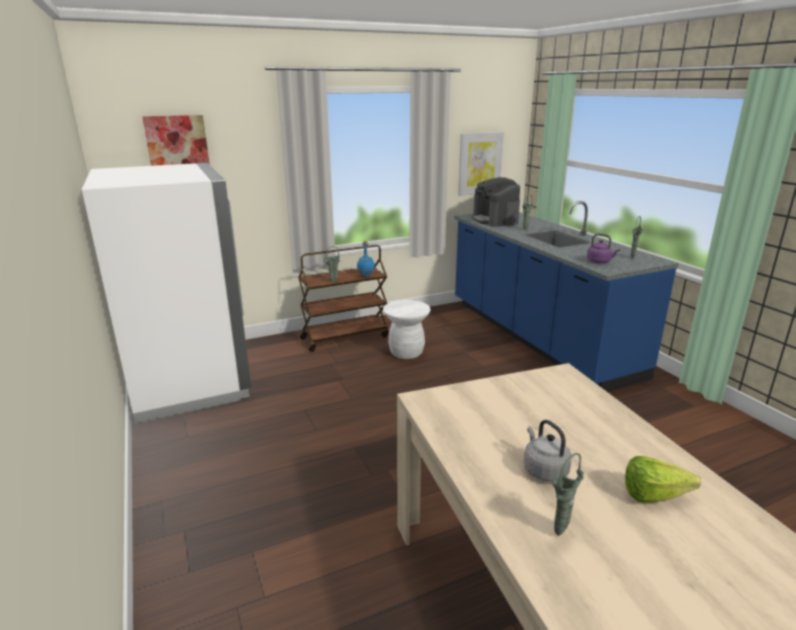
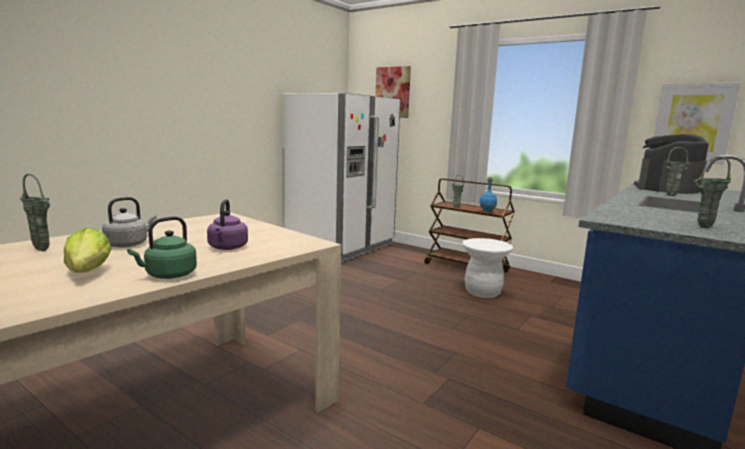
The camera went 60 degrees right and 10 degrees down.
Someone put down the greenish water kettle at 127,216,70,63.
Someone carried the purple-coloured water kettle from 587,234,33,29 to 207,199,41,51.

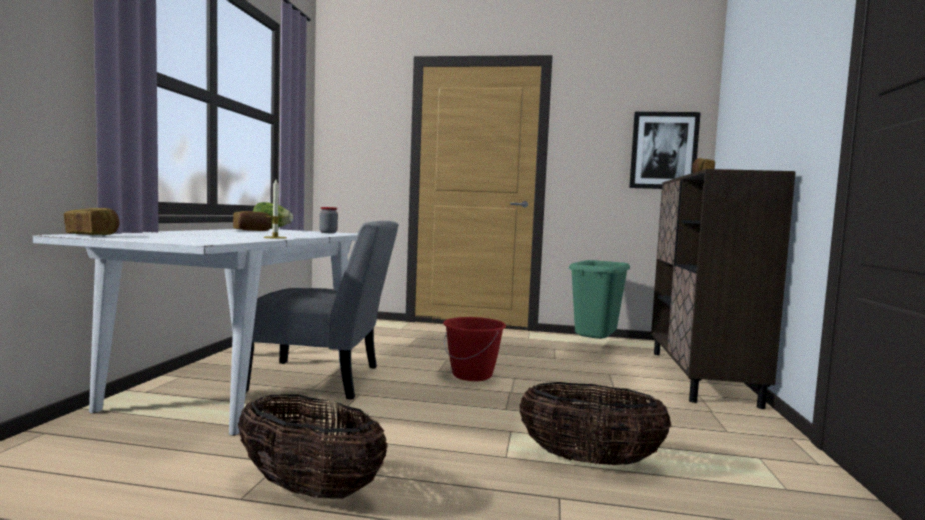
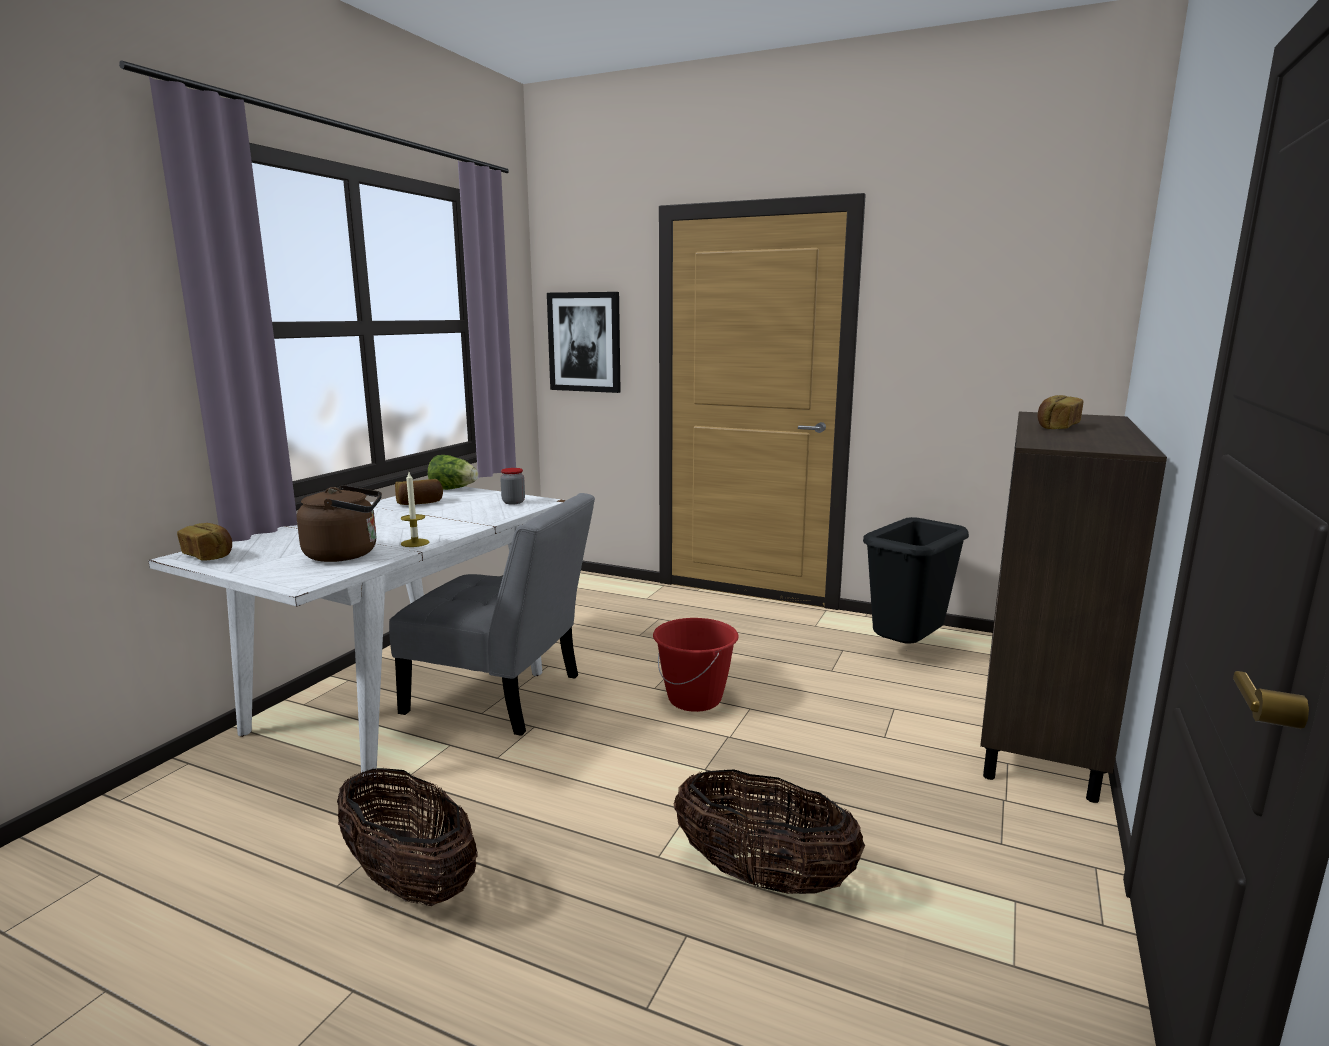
The camera went 15 degrees right and 10 degrees up.
Someone put down the brown-coloured water kettle at 297,485,85,77.
Someone carried the wall art from 629,112,72,77 to 547,292,74,101.
Someone repainted the greenish waste bin at 569,260,61,79, which became the black waste bin at 863,517,106,127.

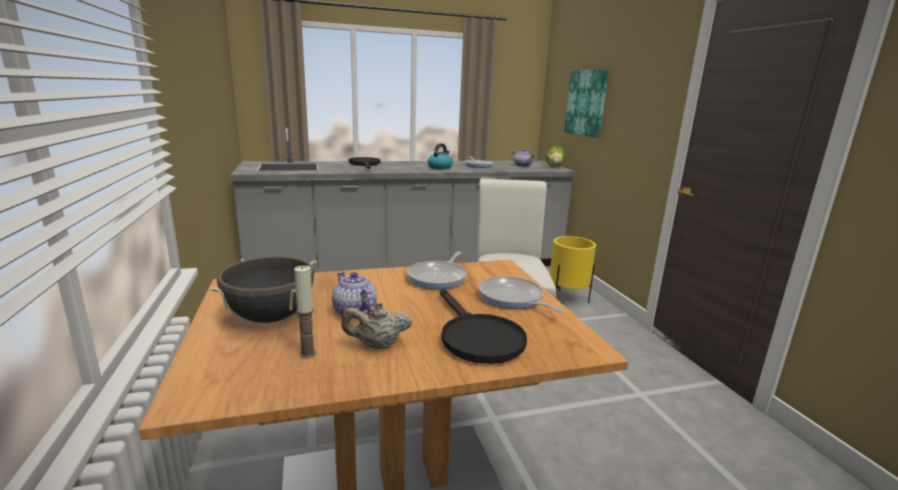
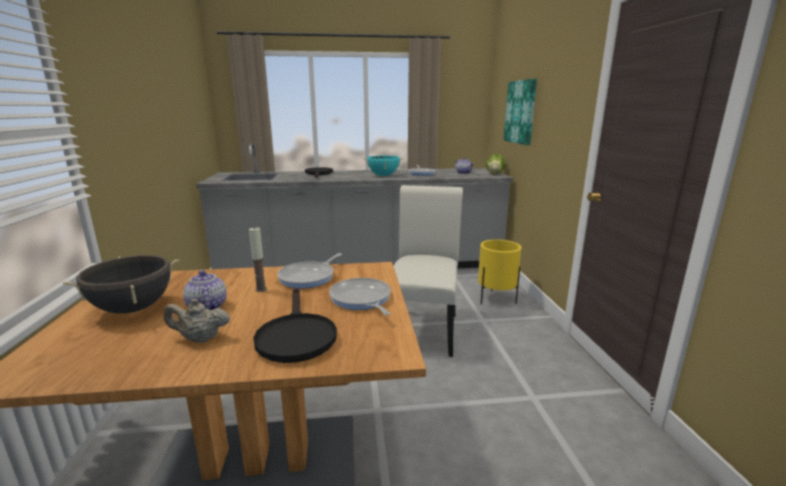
The camera went 10 degrees right and 0 degrees up.
Someone carried the wax light from 294,265,22,93 to 249,227,18,65.
Someone swapped the water kettle at 428,143,25,26 for the turquoise-coloured stockpot at 363,155,41,21.

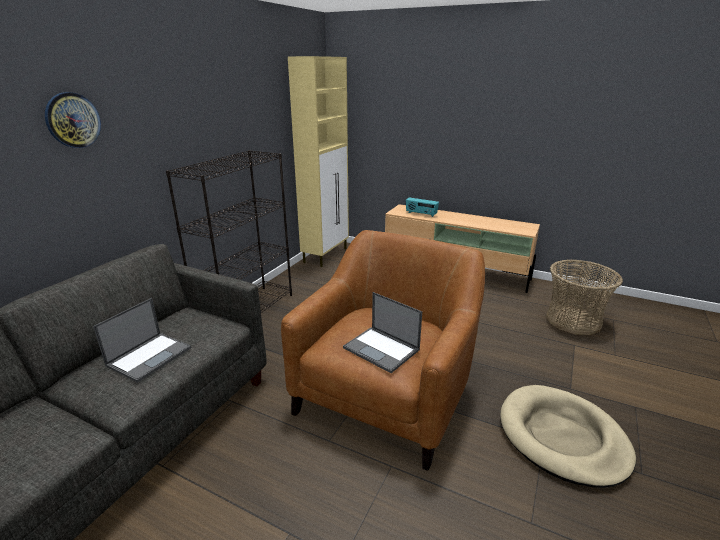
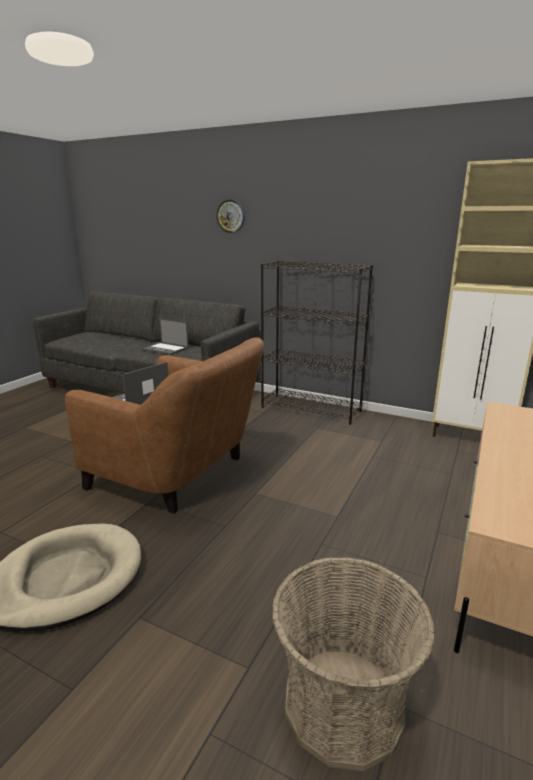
The camera went 90 degrees right and 5 degrees down.
Someone took away the radio at 406,197,33,20.

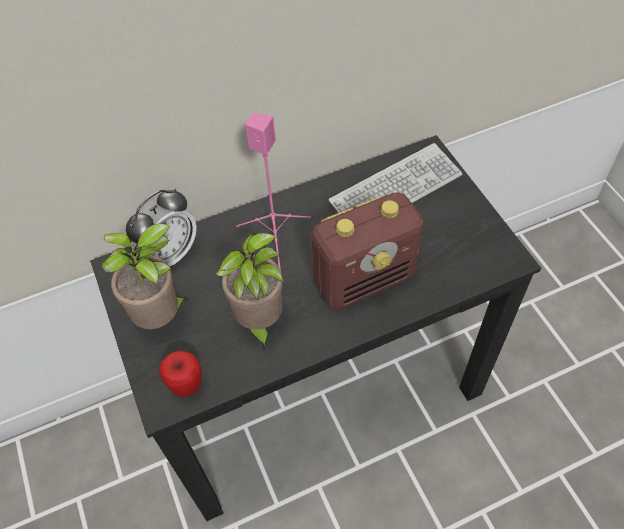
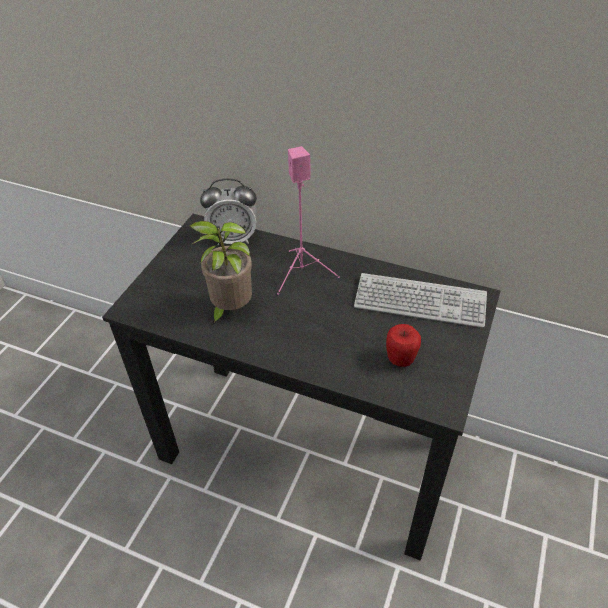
The camera went 45 degrees right and 10 degrees down.
Someone carried the apple fruit from 159,351,43,46 to 386,324,35,43.
Someone took away the plant in a pot at 101,223,87,106.
Someone took away the radio at 311,193,113,117.

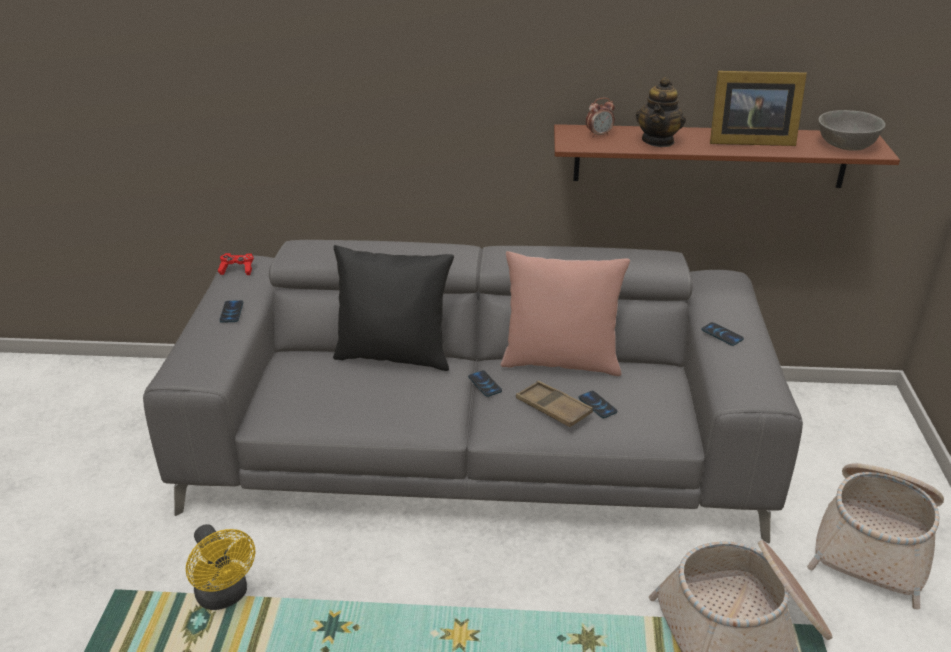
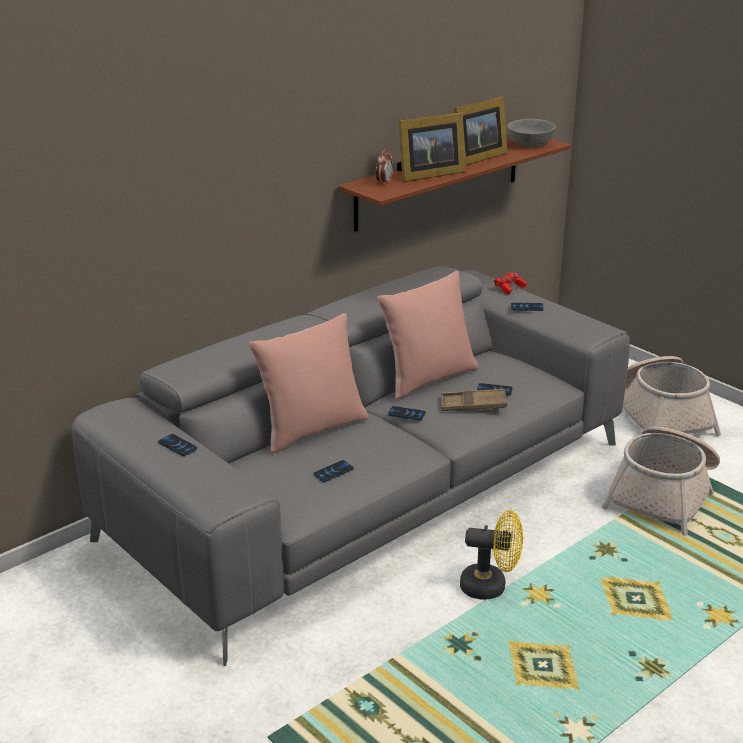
The camera went 45 degrees left and 5 degrees down.
Someone repainted the black pillow at 333,245,121,126, which became the pink-coloured pillow at 249,313,120,140.
Someone put down the handset at 314,460,40,22.
Someone swapped the teapot at 636,77,50,70 for the photo frame at 397,112,69,70.
Someone carried the yellow electric fan from 186,524,69,86 to 460,510,63,90.
Someone carried the red-coloured gamepad from 218,253,36,22 to 494,272,33,22.

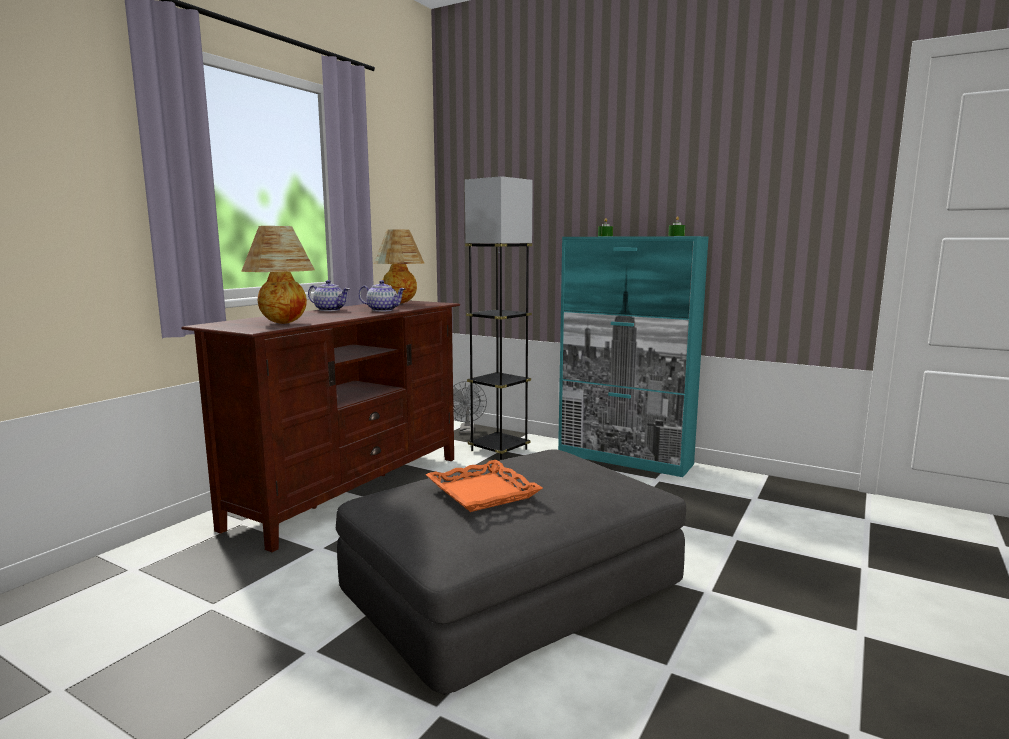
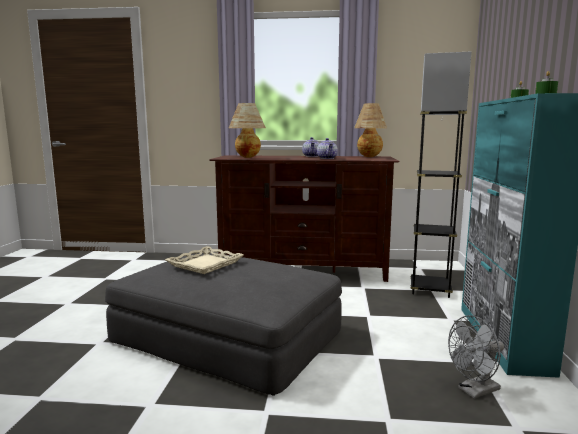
The camera went 65 degrees right and 0 degrees up.
Someone repainted the orange carrying tray at 426,460,117,52, which became the beige-coloured carrying tray at 165,246,79,28.
Someone carried the grey electric fan from 453,381,34,52 to 448,315,56,84.

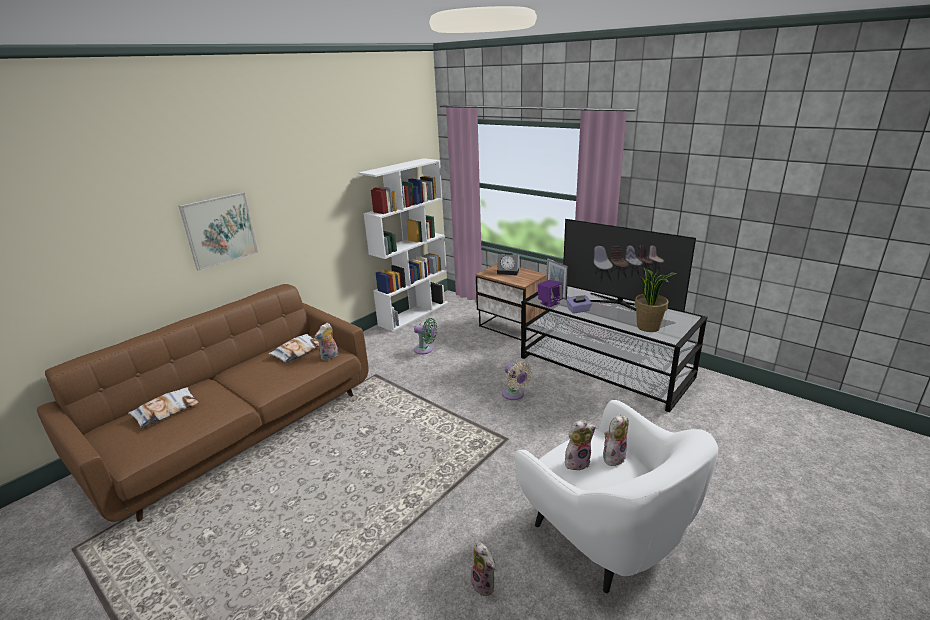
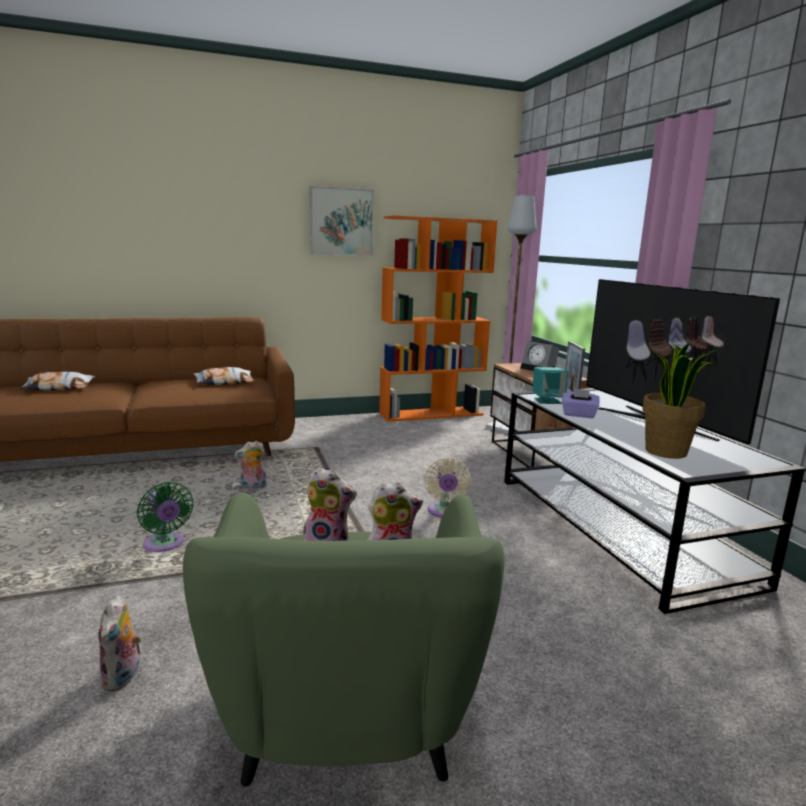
The camera went 30 degrees right and 10 degrees down.
Someone carried the greenish electric fan from 414,318,23,36 to 137,482,57,70.
Someone repainted the white-coloured easy chair at 514,400,204,193, which became the greenish easy chair at 183,493,322,293.
Someone carried the soft toy from 315,323,23,38 to 234,441,33,49.
Someone carried the wall art from 179,192,79,79 to 309,186,65,70.
Someone repainted the white-coloured shelving unit at 358,158,91,174, which became the orange shelving unit at 379,216,118,206.
Someone put down the grey standard lamp at 486,196,51,238.
Someone repainted the purple-coloured speaker at 538,280,25,27, which became the turquoise-coloured speaker at 532,367,36,37.

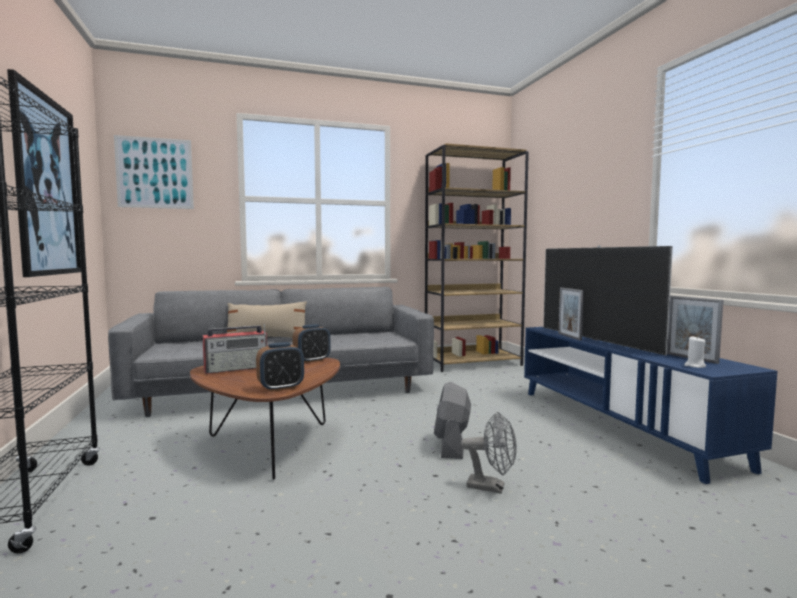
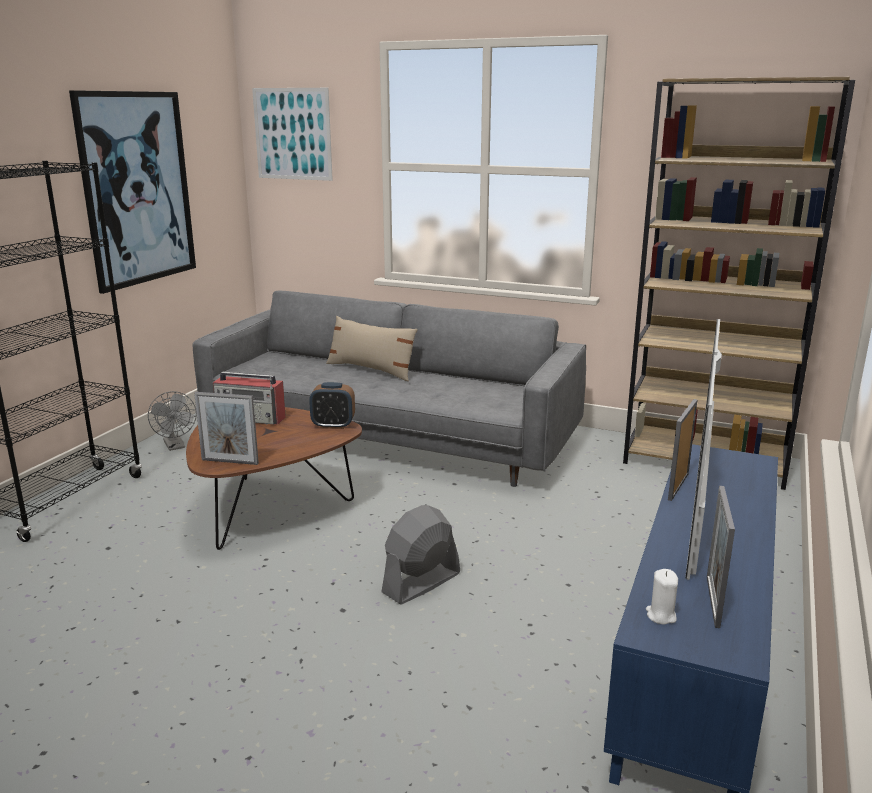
The camera went 40 degrees right and 15 degrees up.
Someone carried the grey electric fan from 461,412,56,82 to 148,391,49,60.
Someone swapped the alarm clock at 256,342,48,50 for the photo frame at 194,392,65,73.

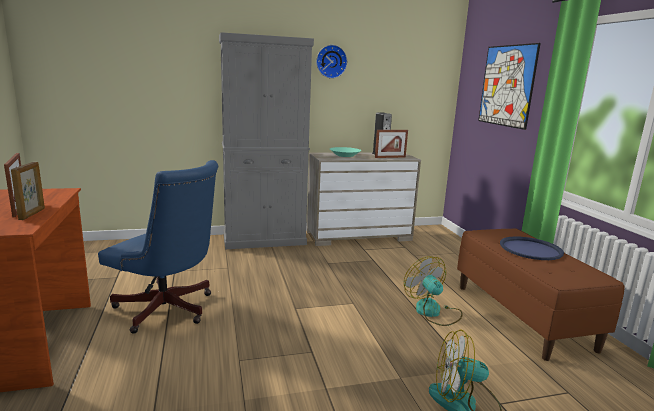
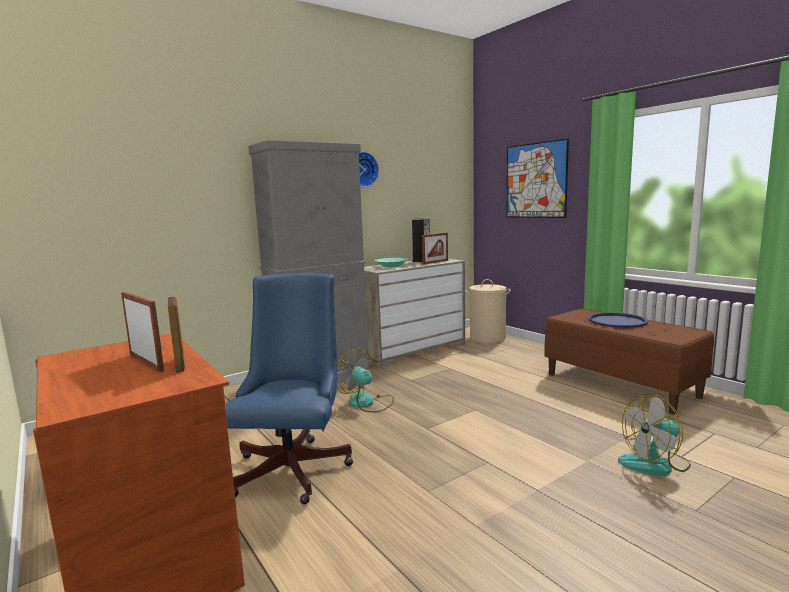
The camera went 20 degrees left and 5 degrees down.
Someone rotated the blue-coloured desk chair at 98,160,120,174 by 90 degrees counterclockwise.
Someone carried the electric fan from 404,256,59,70 to 337,348,57,64.
Someone put down the beige-coloured hamper at 465,279,46,64.

